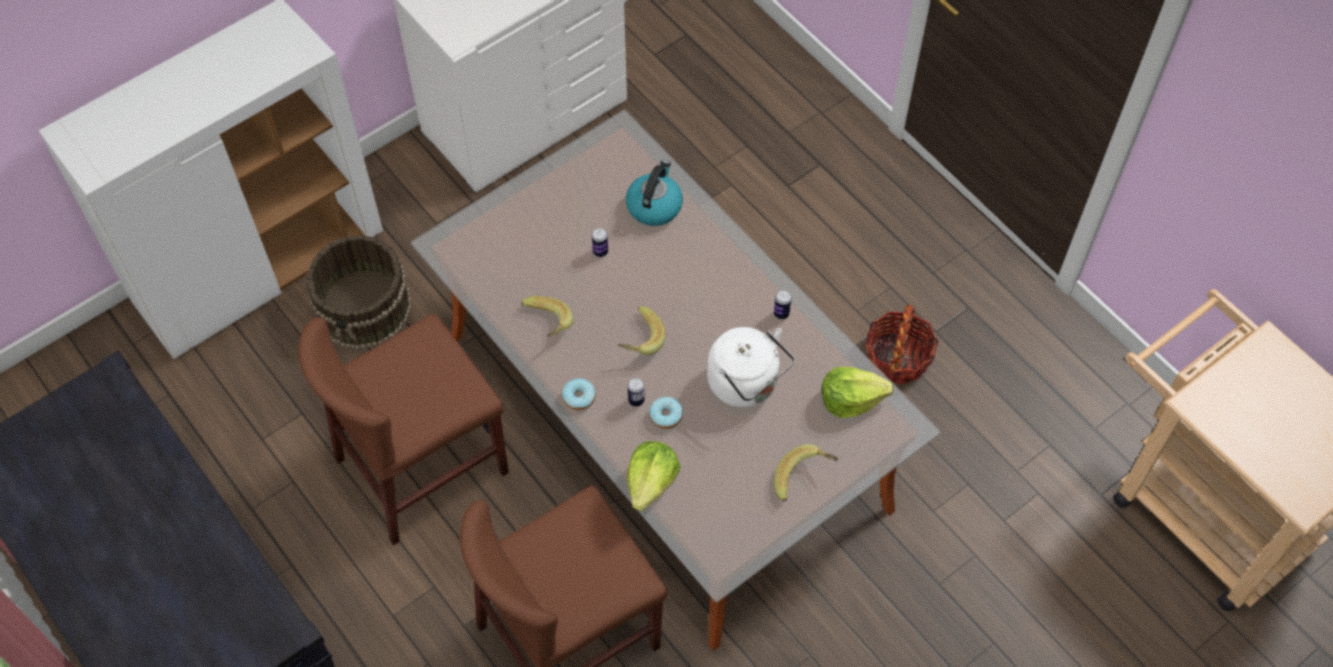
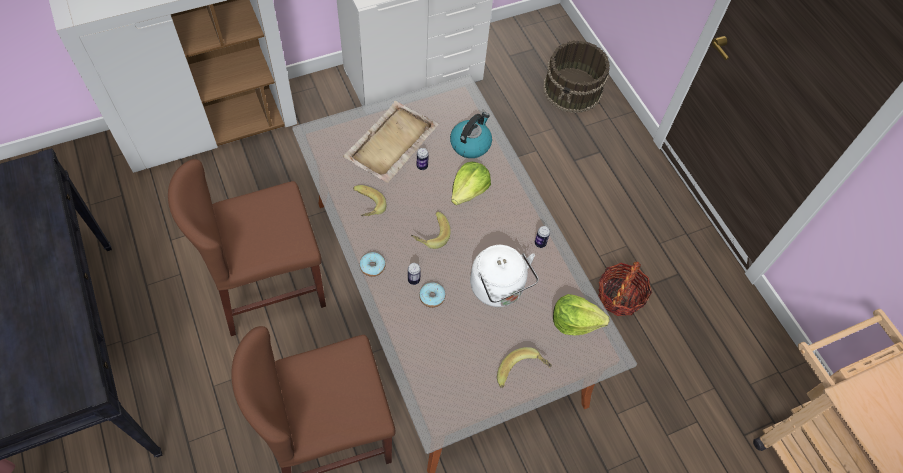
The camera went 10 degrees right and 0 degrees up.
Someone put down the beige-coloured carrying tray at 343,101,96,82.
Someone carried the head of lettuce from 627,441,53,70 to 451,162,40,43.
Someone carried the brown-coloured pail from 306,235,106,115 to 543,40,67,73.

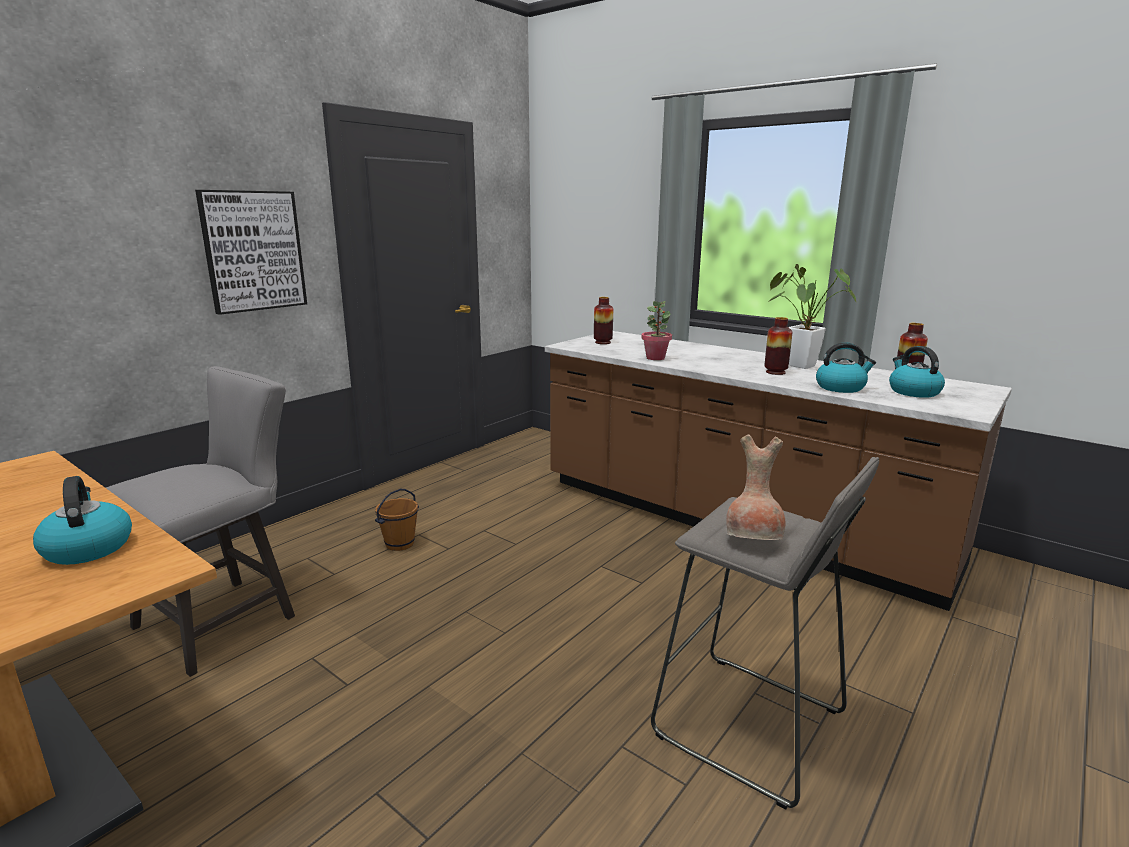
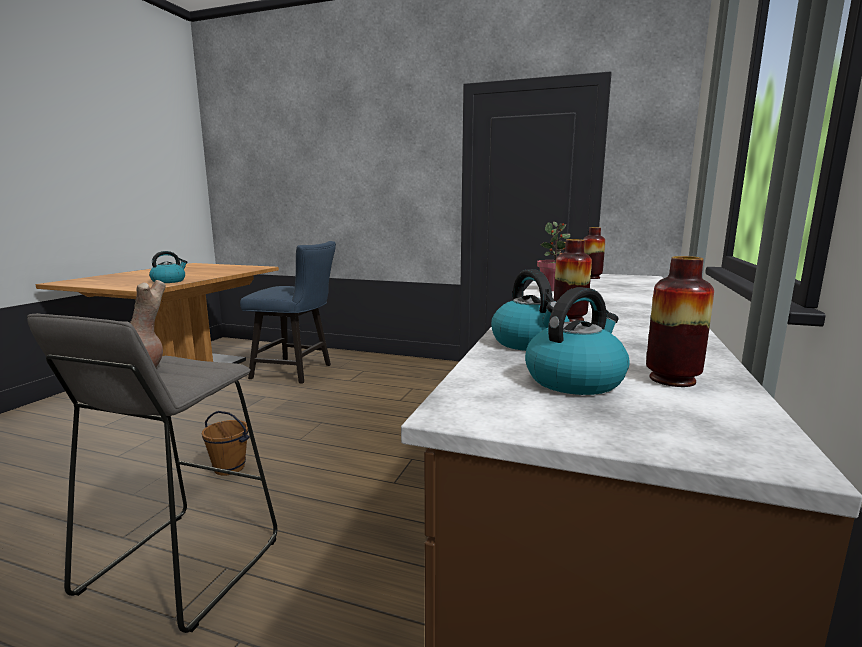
The camera went 70 degrees right and 5 degrees down.
Someone carried the brown-coloured pail from 375,489,44,62 to 202,411,48,65.
Someone repainted the grey plain chair at 106,366,189,311, which became the blue-coloured plain chair at 240,241,96,143.
Someone took away the wall art at 195,190,112,125.
Someone took away the plant in a pot at 768,264,89,105.

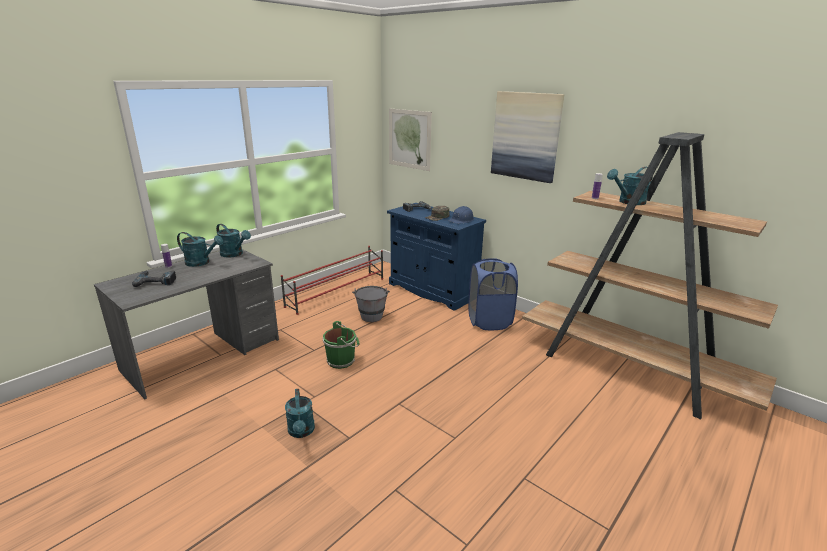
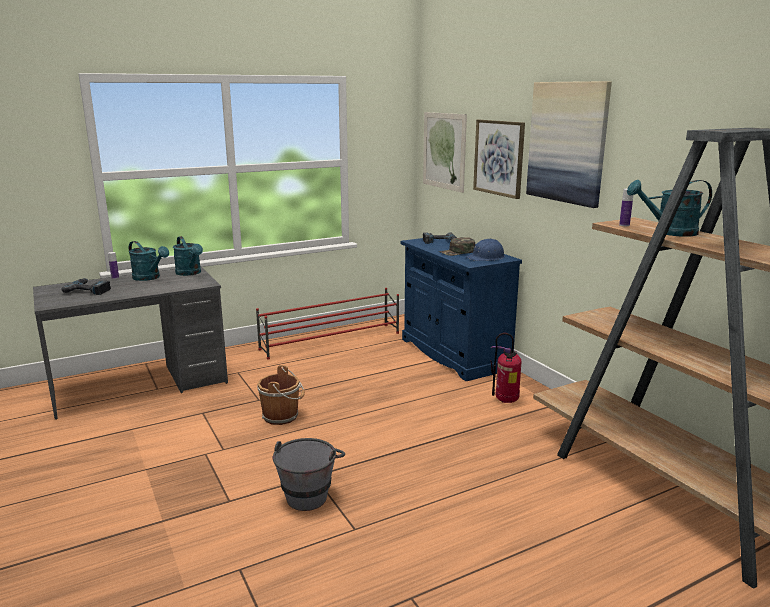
The camera went 20 degrees right and 5 degrees down.
Someone repainted the greenish pail at 323,321,36,48, which became the brown-coloured pail at 257,365,48,60.
Someone carried the grey pail from 352,286,38,36 to 273,438,72,73.
Someone put up the wall art at 473,120,52,79.
Someone swapped the blue-coloured hamper at 468,258,50,72 for the extinguisher at 490,333,31,70.
Someone took away the turquoise-coloured sprinkling can at 285,389,30,49.

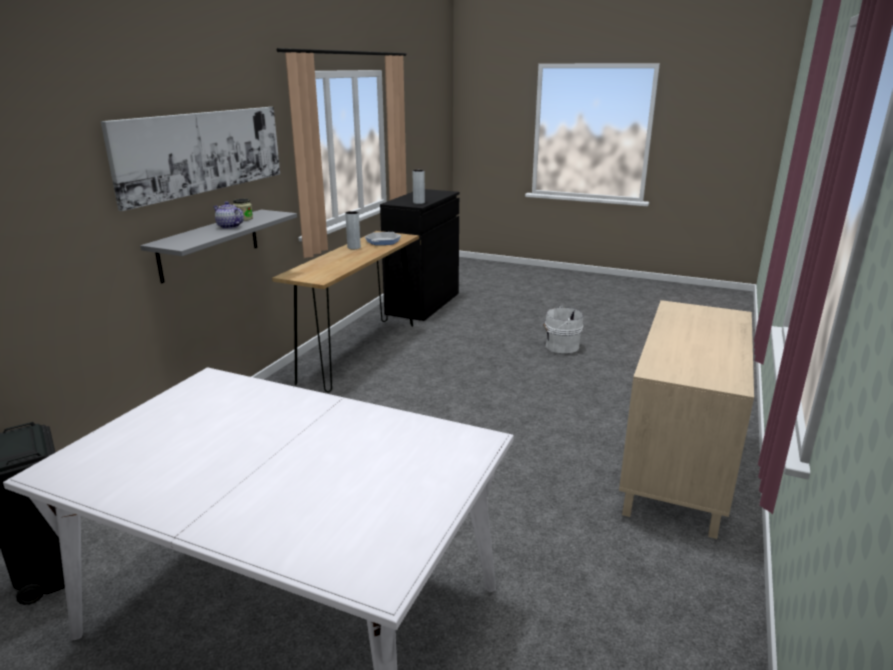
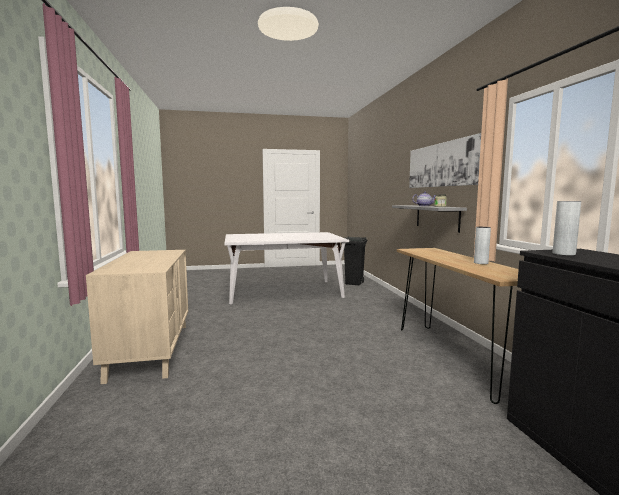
The camera went 145 degrees right and 15 degrees down.
Someone took away the skillet at 365,232,36,13.
Someone took away the white-coloured pail at 543,305,40,48.

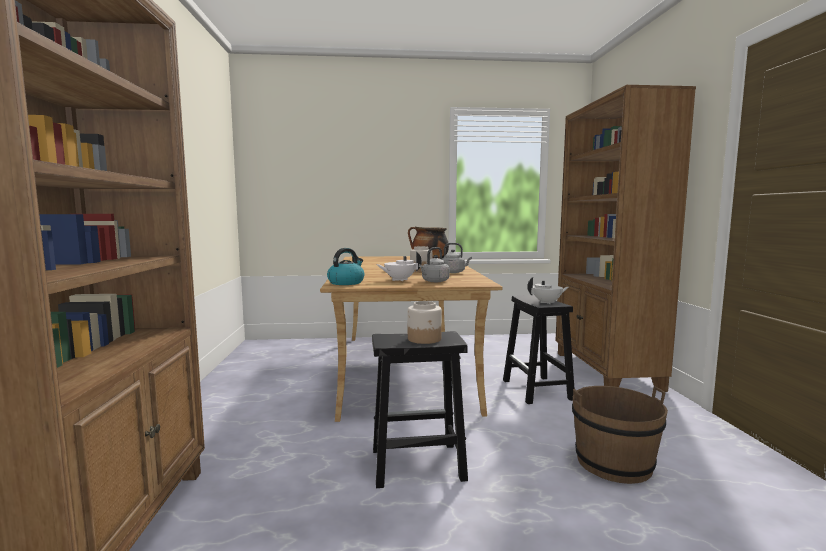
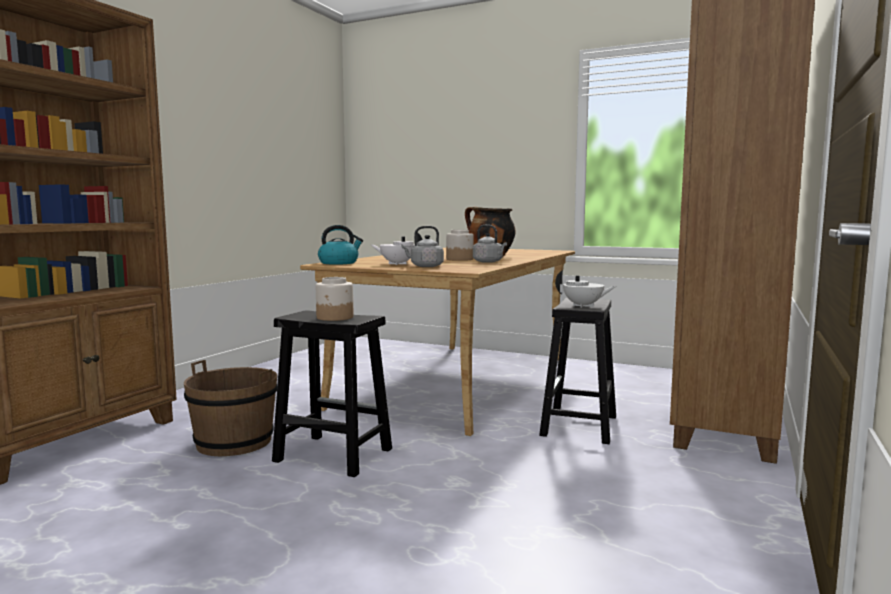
The camera went 30 degrees right and 0 degrees up.
Someone carried the brown-coloured pail from 572,386,96,98 to 184,360,93,96.

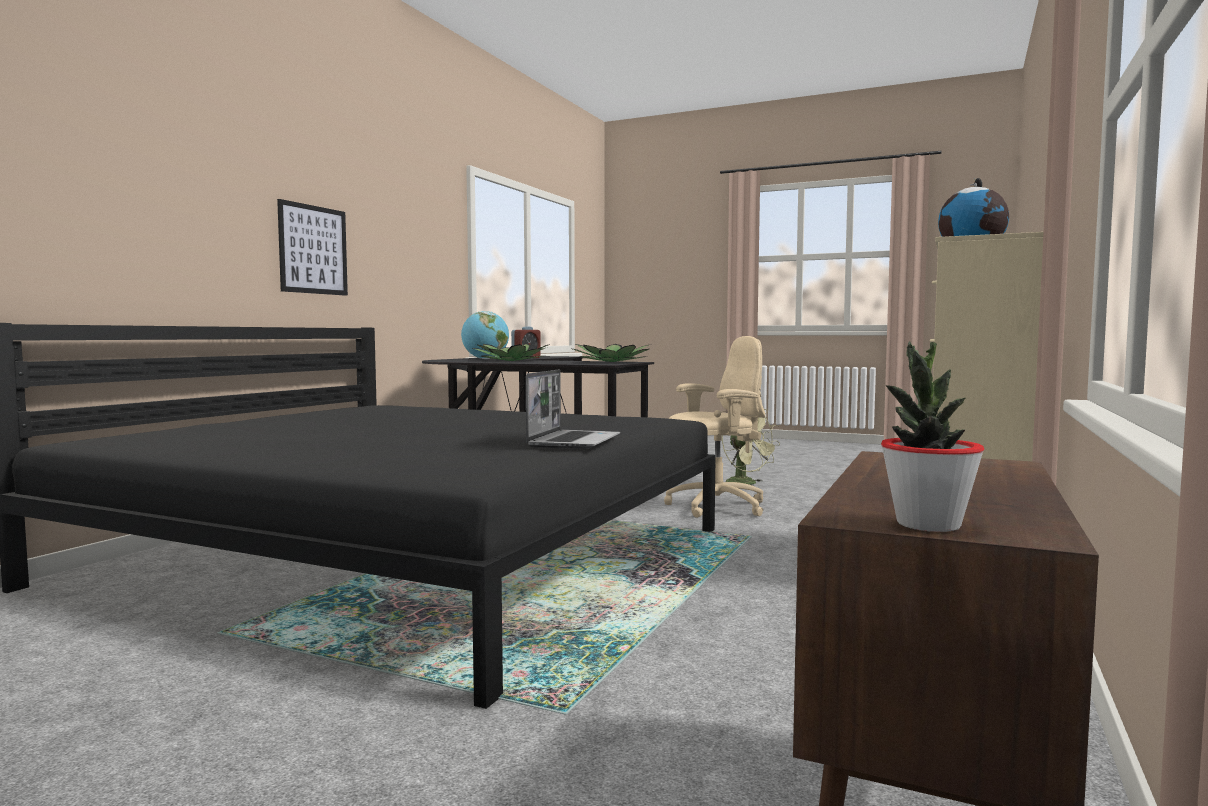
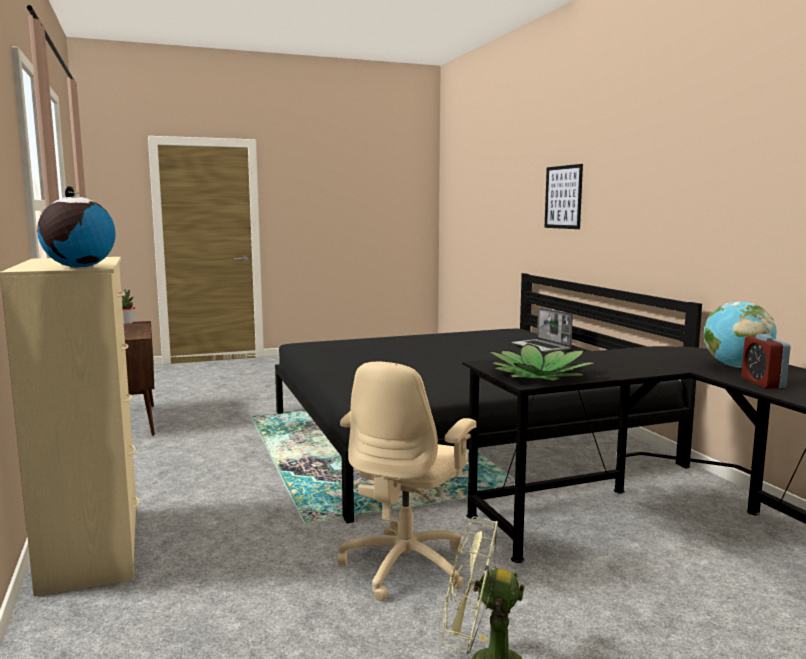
The camera went 135 degrees right and 5 degrees up.
Someone carried the laptop from 526,369,94,80 to 511,307,62,46.
Someone carried the wall art from 277,199,71,97 to 545,164,38,65.
Someone took away the plant in a pot at 473,344,77,17.

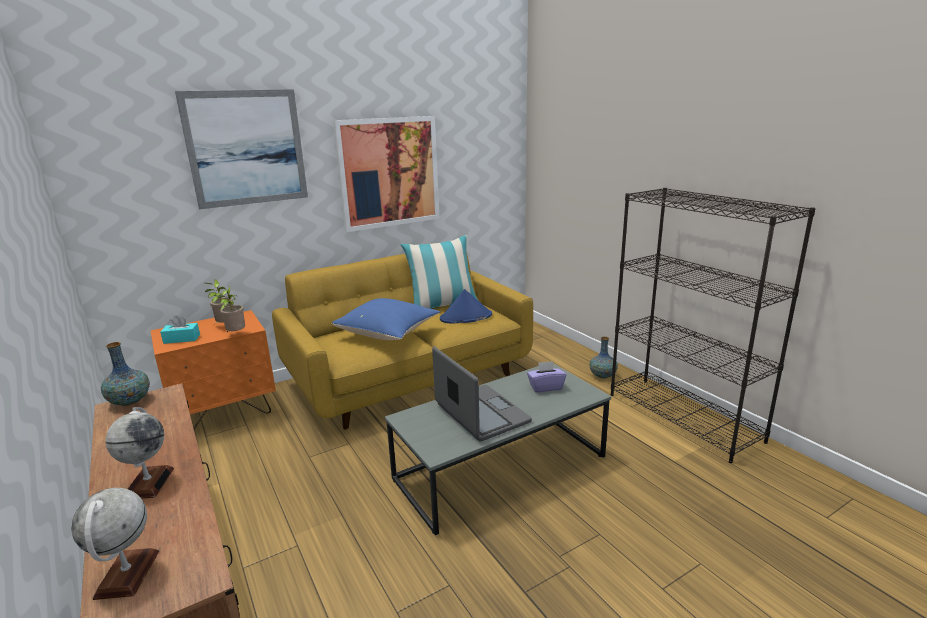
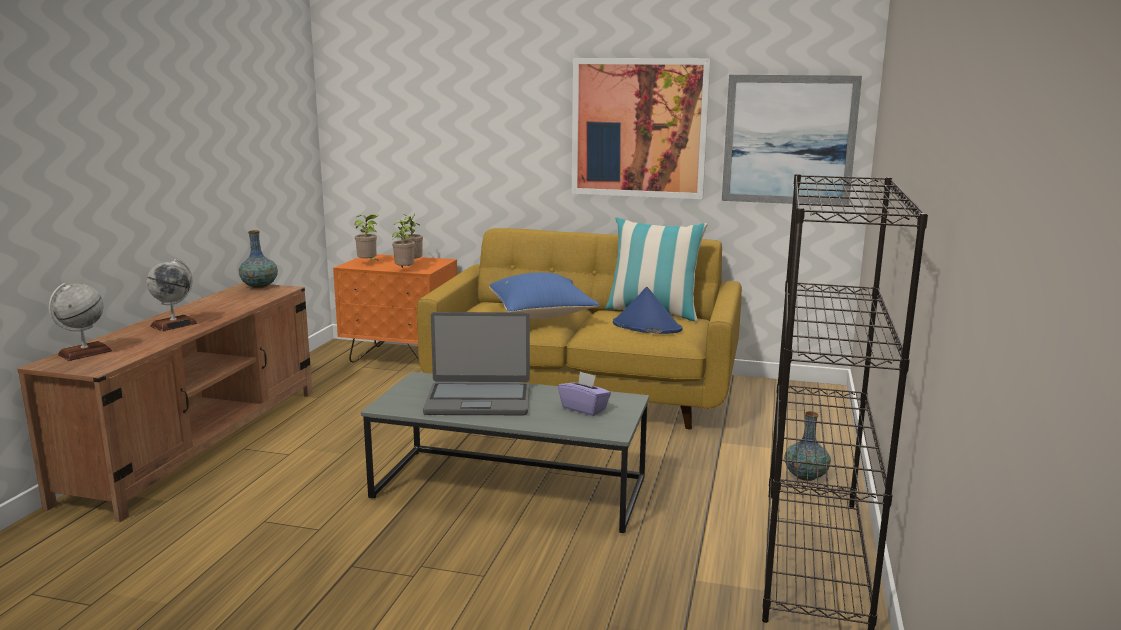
The camera went 45 degrees right and 5 degrees down.
Someone swapped the turquoise-coloured box of tissues at 160,316,40,28 for the plant in a pot at 354,214,25,46.
Someone rotated the laptop at 432,347,100,95 by 75 degrees clockwise.
Someone carried the wall art from 175,89,133,120 to 722,75,140,130.

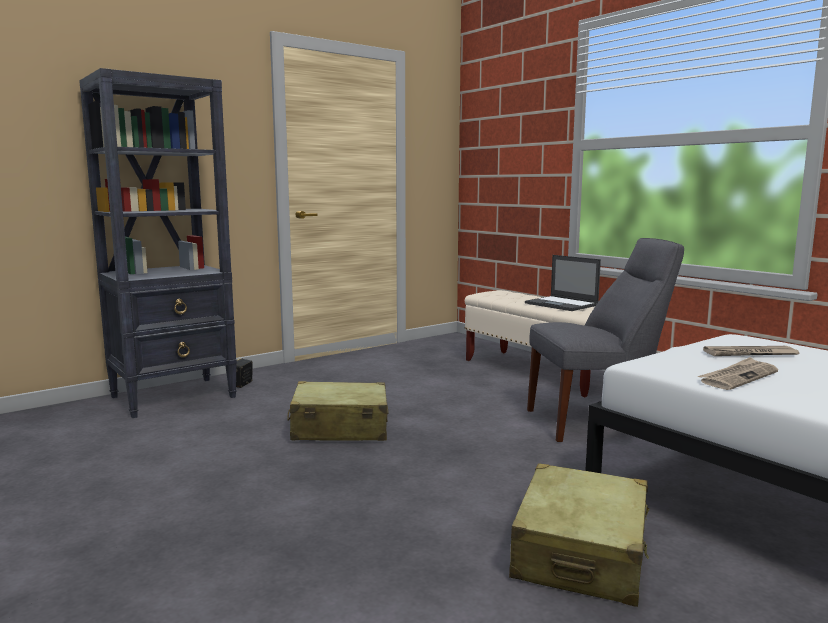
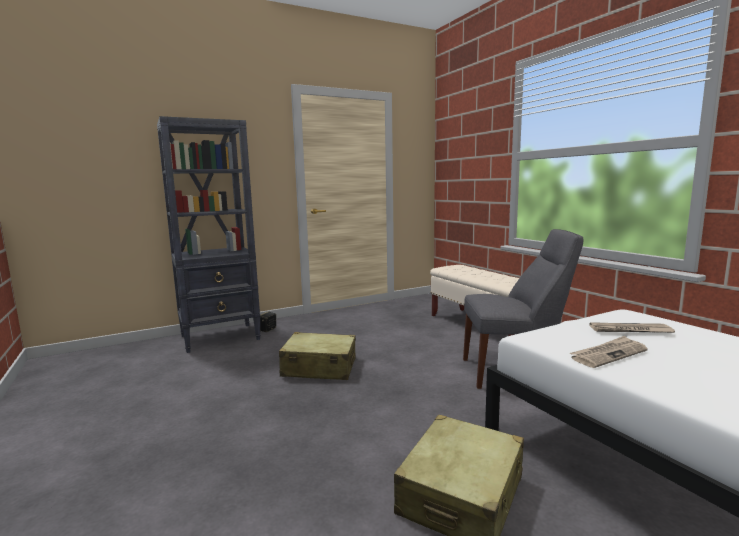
The camera went 10 degrees right and 0 degrees up.
Someone took away the laptop at 525,255,76,56.

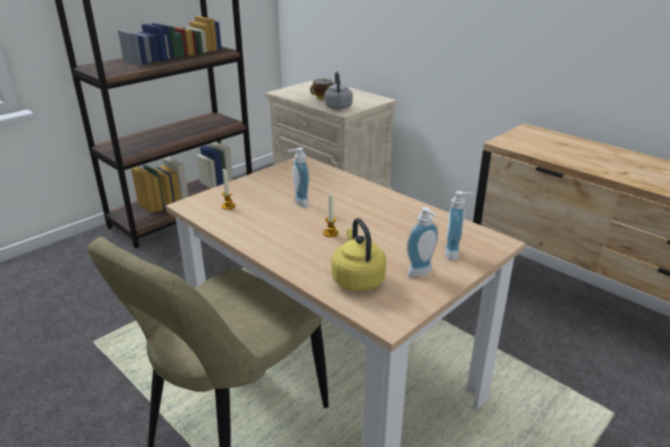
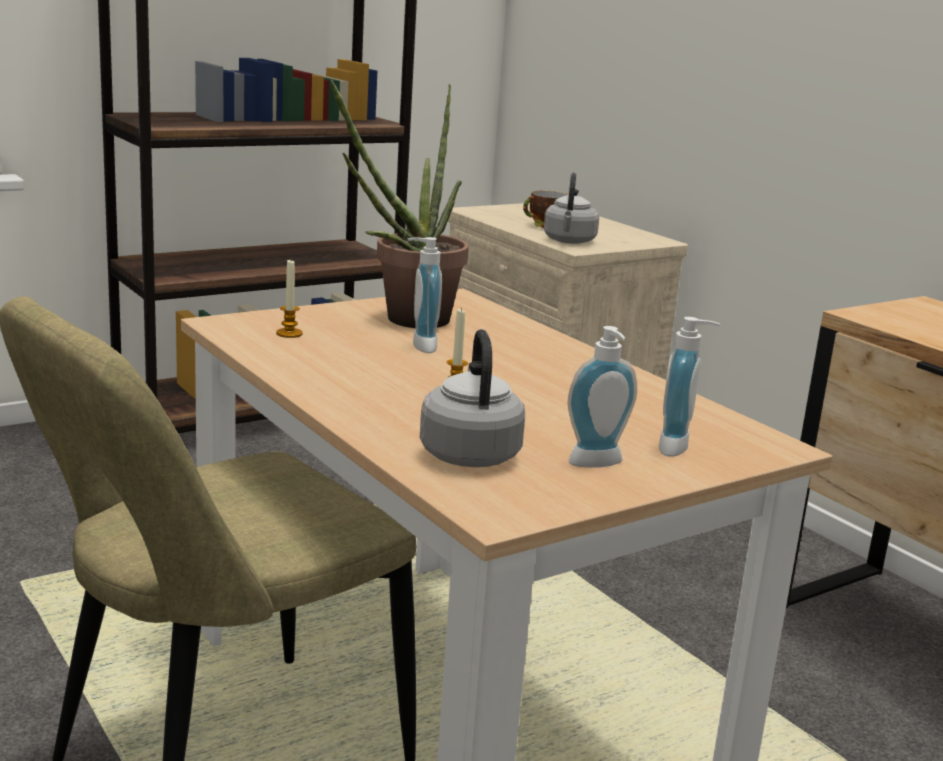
The camera went 10 degrees right and 10 degrees down.
Someone put down the plant in a pot at 330,80,139,248.
Someone repainted the yellow water kettle at 331,218,55,73, which became the grey water kettle at 420,329,105,138.

